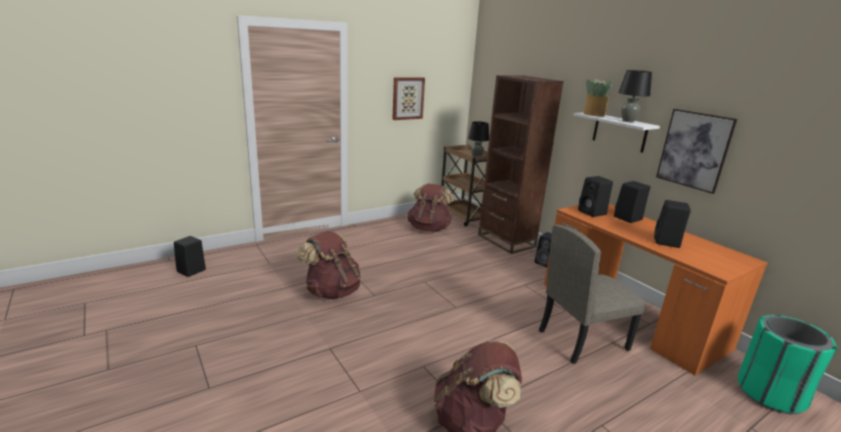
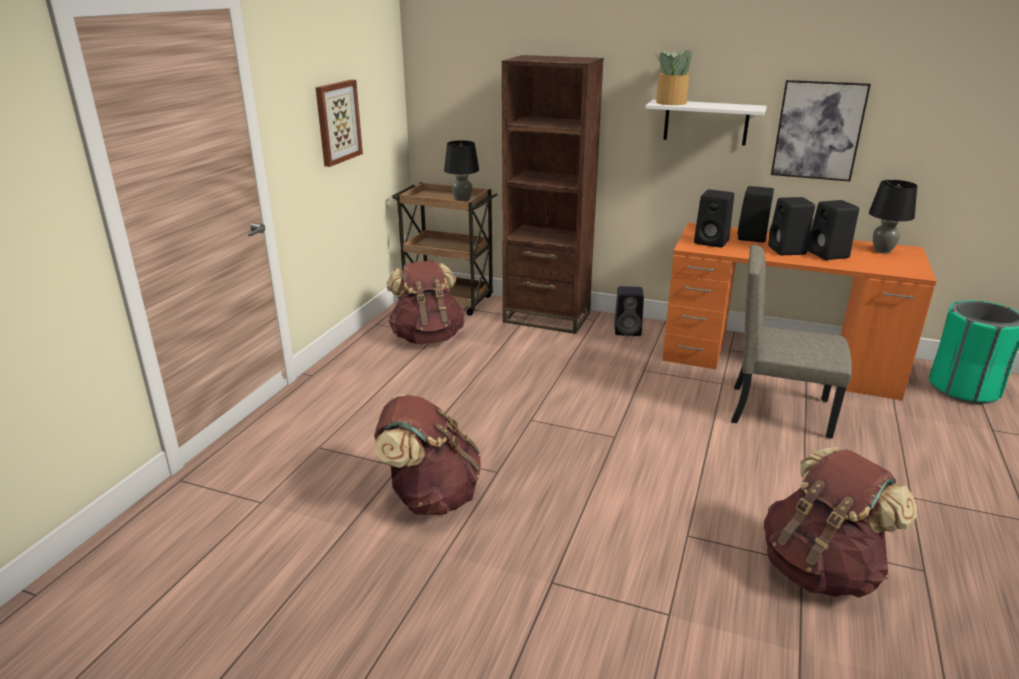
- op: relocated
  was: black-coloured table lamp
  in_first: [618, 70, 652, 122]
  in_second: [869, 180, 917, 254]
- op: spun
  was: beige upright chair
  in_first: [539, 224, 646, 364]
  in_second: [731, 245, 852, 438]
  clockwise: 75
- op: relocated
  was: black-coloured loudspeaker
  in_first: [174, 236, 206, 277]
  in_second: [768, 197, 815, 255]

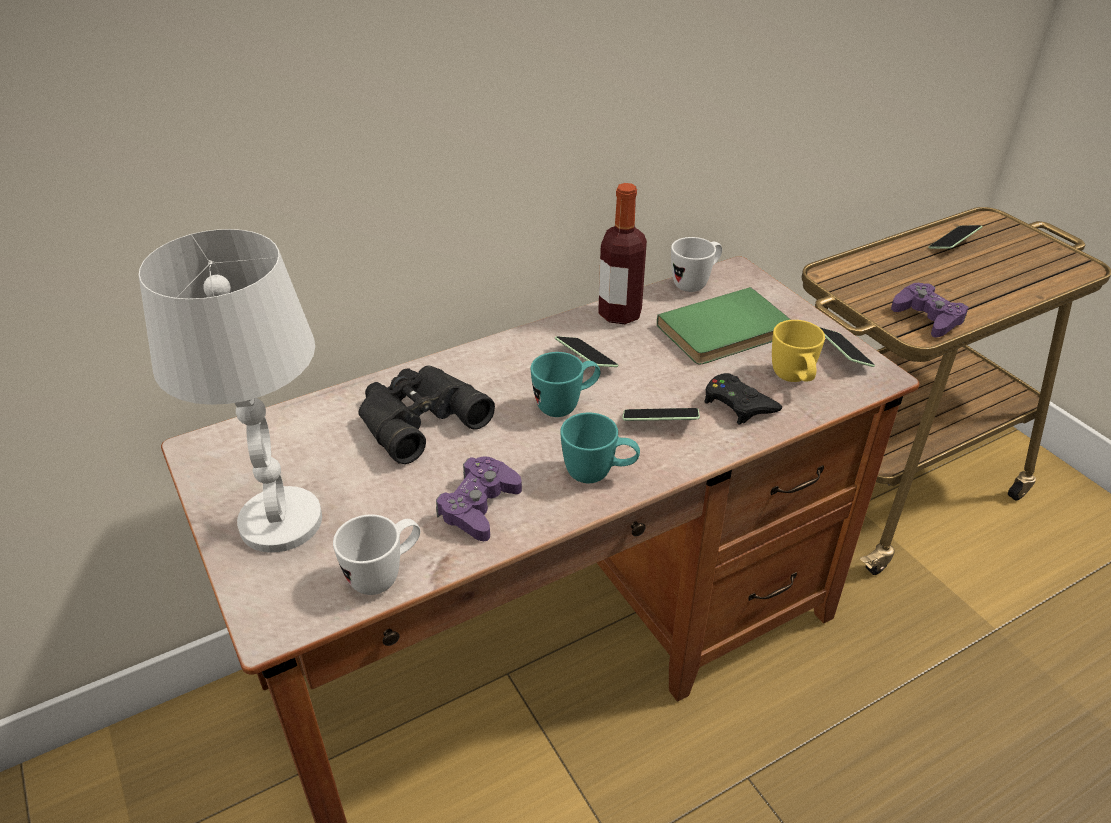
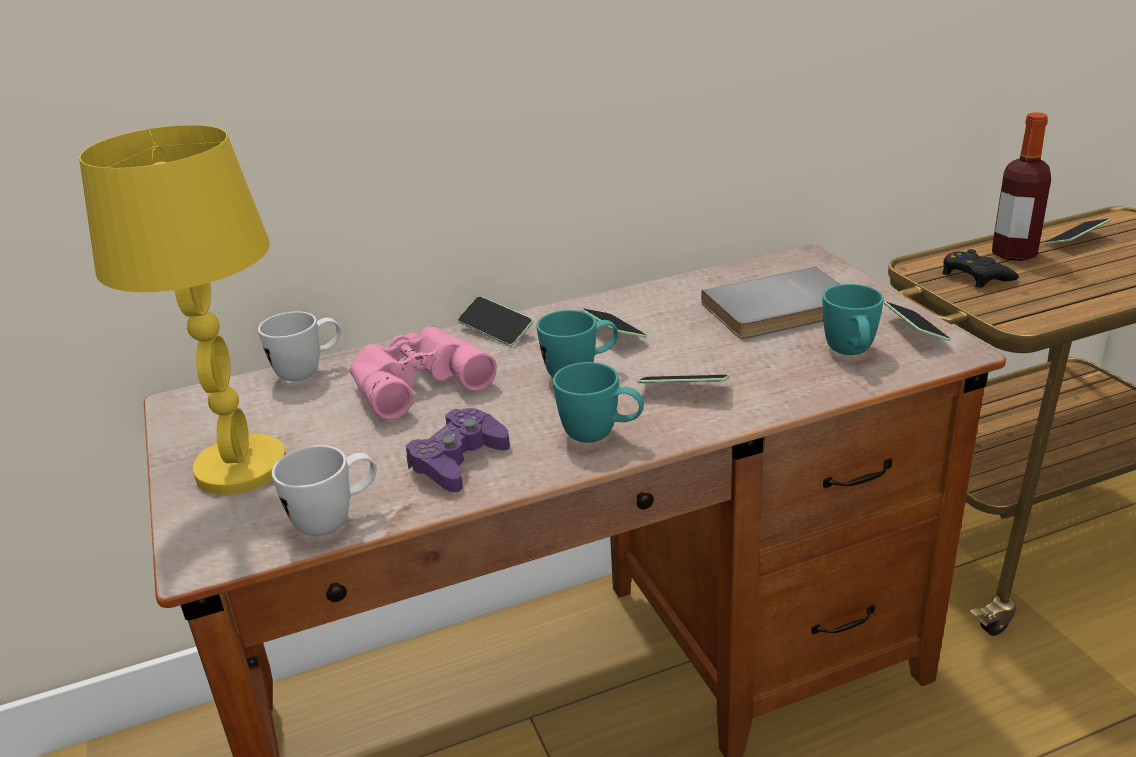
- op: relocated
  was: beverage bottle
  in_first: [598, 183, 647, 324]
  in_second: [992, 112, 1051, 261]
- op: colour
  was: white-coloured table lamp
  now: yellow-coloured table lamp
  in_first: [139, 229, 322, 553]
  in_second: [79, 125, 286, 495]
- op: relocated
  was: white-coloured tea mug
  in_first: [671, 237, 722, 292]
  in_second: [258, 311, 341, 381]
- op: missing
  was: purple-coloured game controller
  in_first: [891, 283, 969, 338]
- op: colour
  was: green-coloured bound book
  now: gray bound book
  in_first: [657, 287, 791, 364]
  in_second: [701, 267, 841, 338]
- op: colour
  was: yellow-coloured tea mug
  now: turquoise-coloured tea mug
  in_first: [772, 320, 825, 382]
  in_second: [823, 284, 884, 355]
- op: colour
  was: black-coloured binoculars
  now: pinkish binoculars
  in_first: [358, 365, 495, 464]
  in_second: [350, 326, 497, 420]
- op: relocated
  was: black-coloured game controller
  in_first: [704, 373, 782, 425]
  in_second: [942, 249, 1019, 288]
- op: appeared
  now: handset
  in_second: [458, 296, 533, 346]

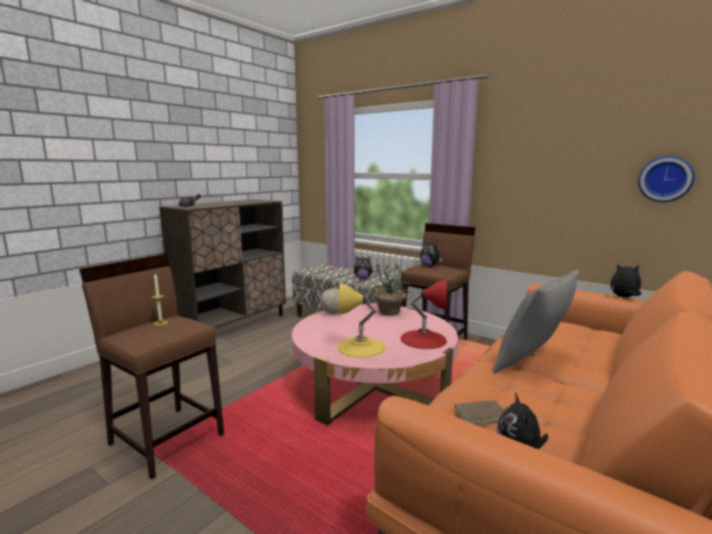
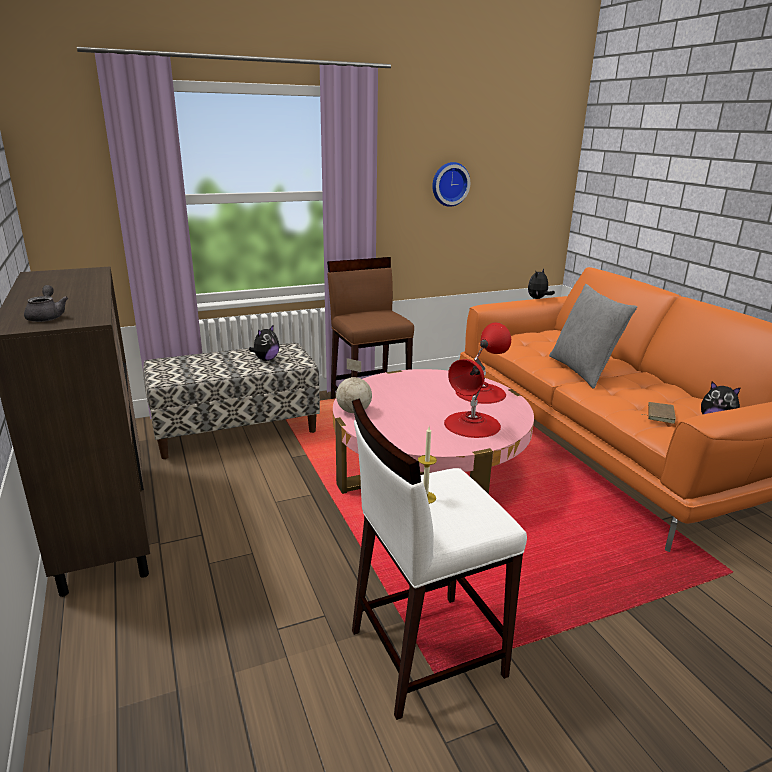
- op: relocated
  was: clock on the wall
  in_first: [638, 156, 695, 202]
  in_second: [432, 162, 470, 207]
- op: missing
  was: cuddly toy
  in_first: [420, 241, 443, 267]
- op: colour
  was: brown sitting stool
  now: white-coloured sitting stool
  in_first: [79, 254, 224, 479]
  in_second: [352, 398, 527, 720]
- op: missing
  was: houseplant
  in_first: [369, 263, 413, 316]
- op: colour
  was: yellow-coloured table lamp
  now: red table lamp
  in_first: [337, 283, 385, 358]
  in_second: [444, 359, 501, 438]

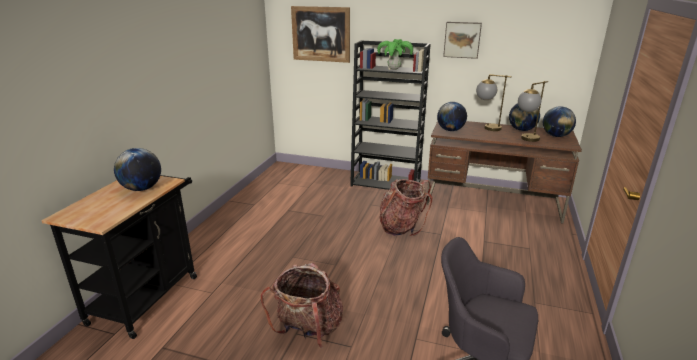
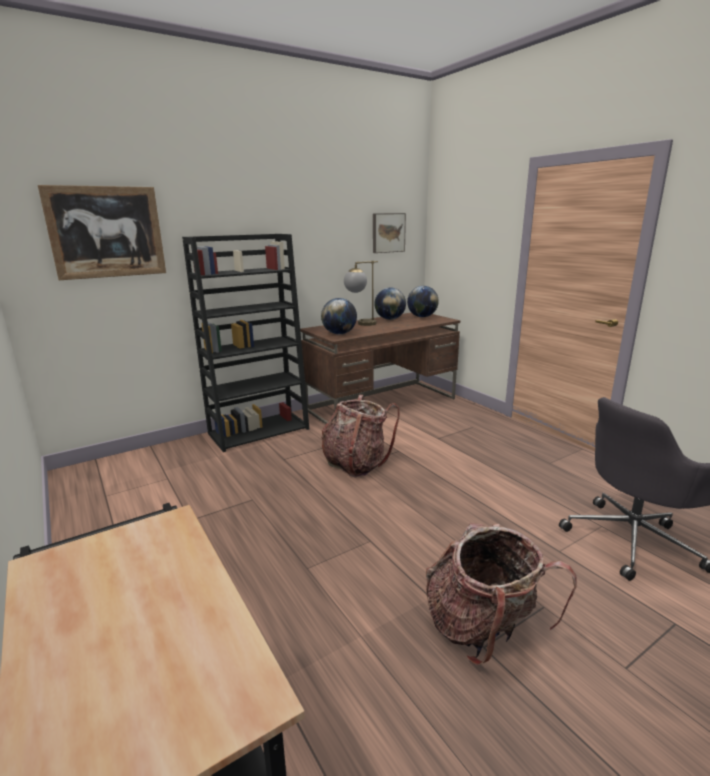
- op: relocated
  was: wall picture
  in_first: [443, 22, 482, 59]
  in_second: [373, 213, 406, 253]
- op: missing
  was: houseplant
  in_first: [377, 39, 413, 70]
- op: missing
  was: table lamp
  in_first: [518, 81, 548, 142]
- op: missing
  was: world globe
  in_first: [114, 148, 161, 191]

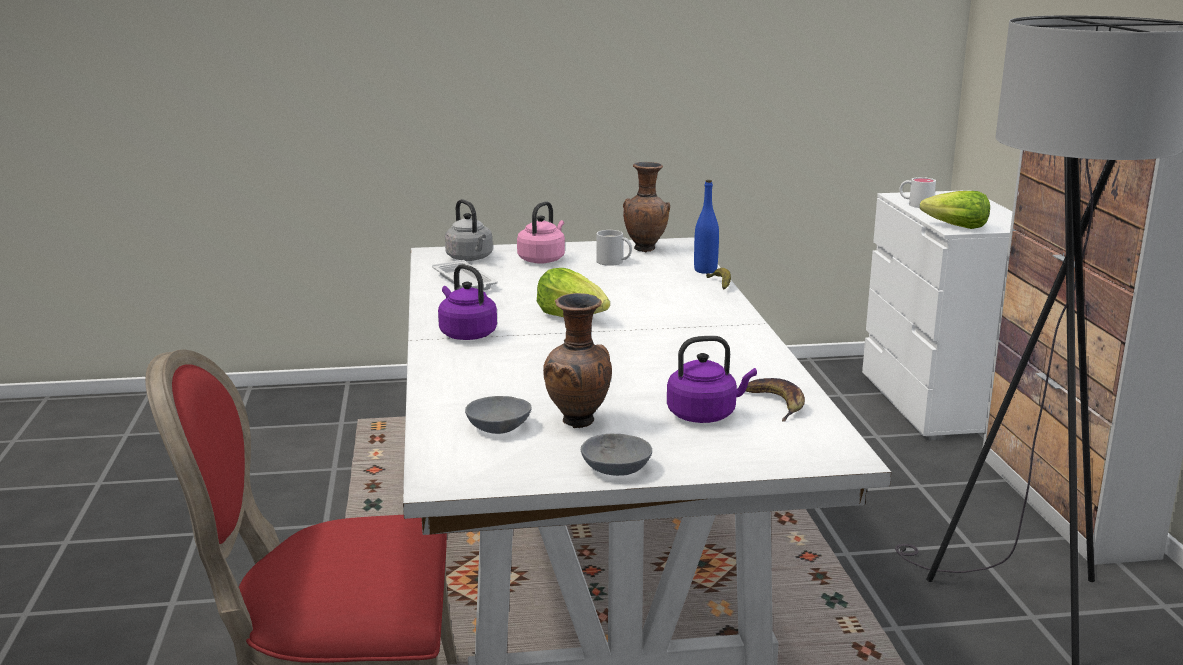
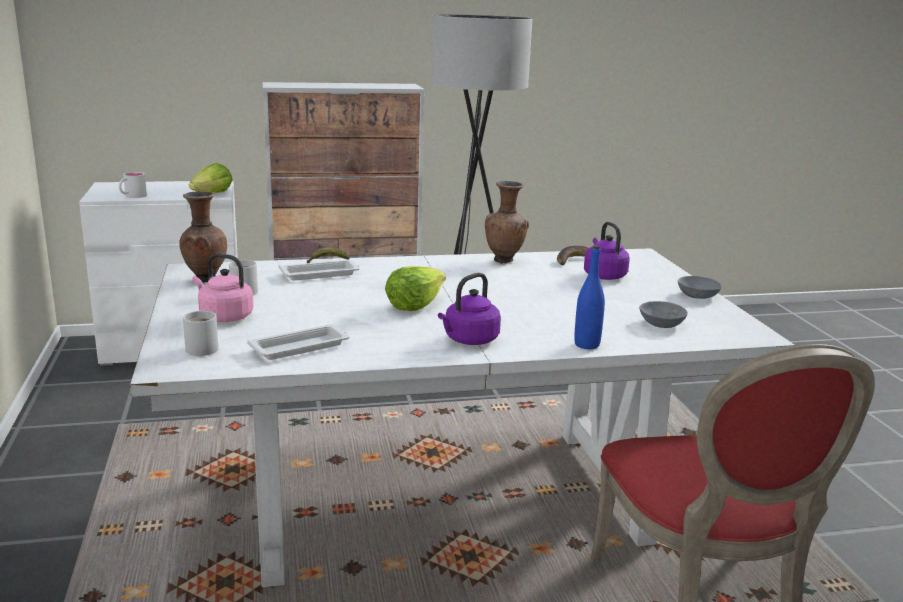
- op: relocated
  was: blue beverage bottle
  in_first: [694, 180, 719, 274]
  in_second: [574, 245, 605, 349]
- op: exchanged
  was: gray tea kettle
  now: white-coloured tea mug
  in_first: [445, 199, 493, 261]
  in_second: [183, 311, 219, 356]
- op: relocated
  was: brown vase
  in_first: [543, 293, 612, 428]
  in_second: [485, 181, 529, 264]
- op: appeared
  now: white-coloured serving tray
  in_second: [279, 260, 360, 281]

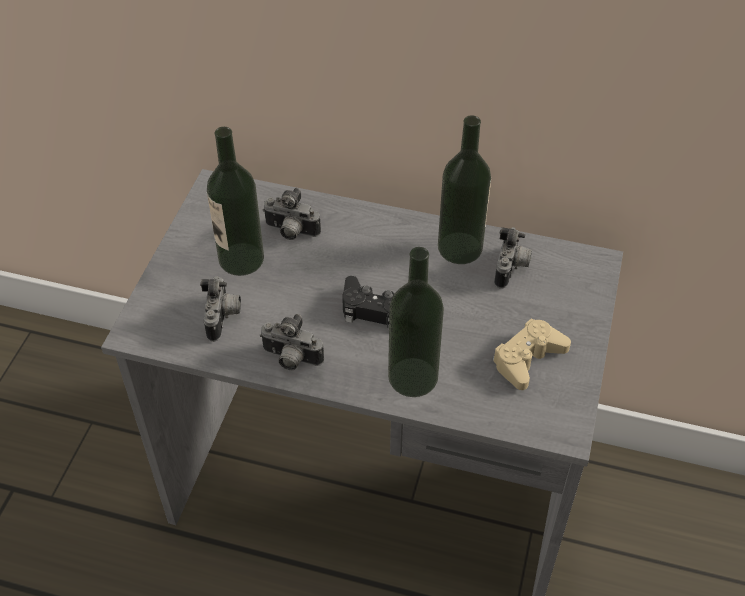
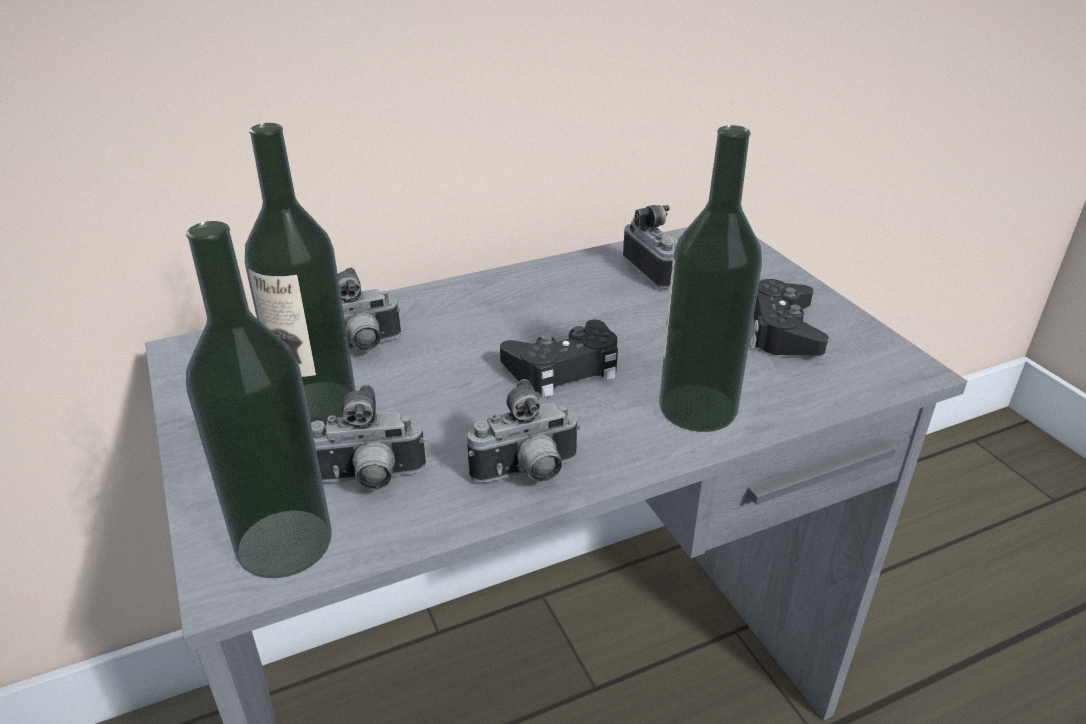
- op: relocated
  was: beverage bottle
  in_first: [438, 115, 491, 264]
  in_second: [186, 221, 332, 578]
- op: spun
  was: still camera
  in_first: [200, 276, 241, 342]
  in_second: [311, 385, 426, 490]
  clockwise: 120
- op: colour
  was: beige game controller
  now: black-coloured game controller
  in_first: [493, 318, 571, 390]
  in_second: [750, 279, 829, 356]

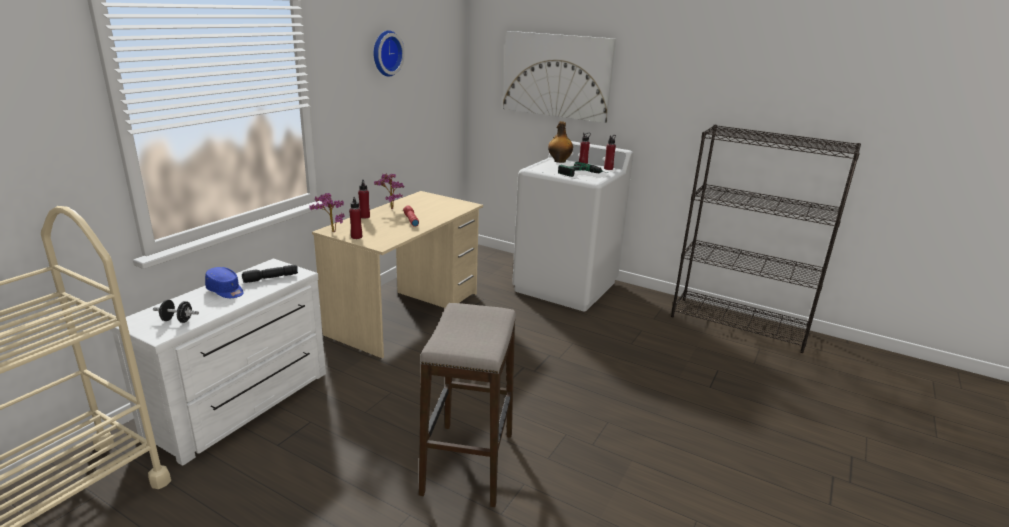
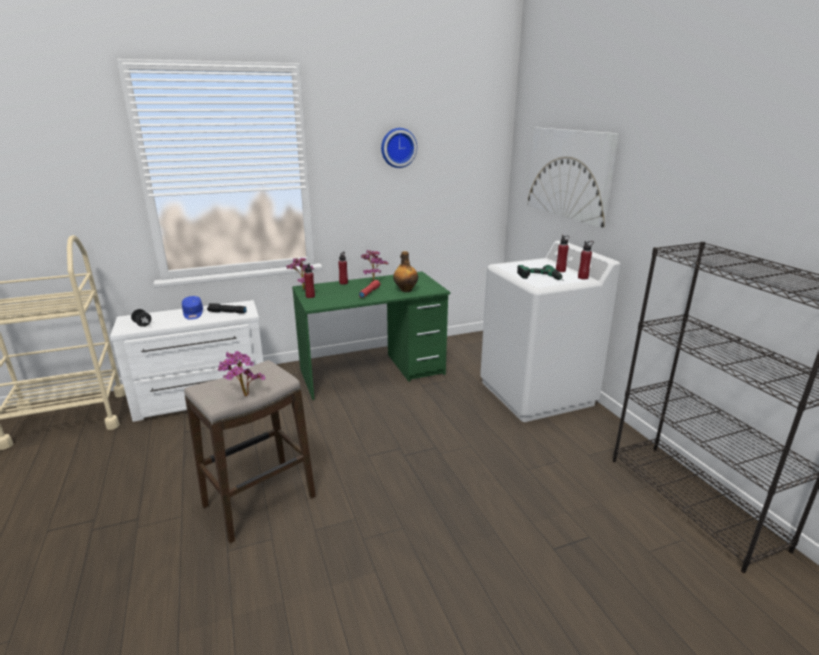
- op: relocated
  was: beverage bottle
  in_first: [548, 121, 573, 163]
  in_second: [393, 251, 418, 292]
- op: colour
  was: beige desk table
  now: green-coloured desk table
  in_first: [312, 191, 483, 359]
  in_second: [292, 272, 450, 400]
- op: appeared
  now: houseplant
  in_second: [218, 351, 266, 396]

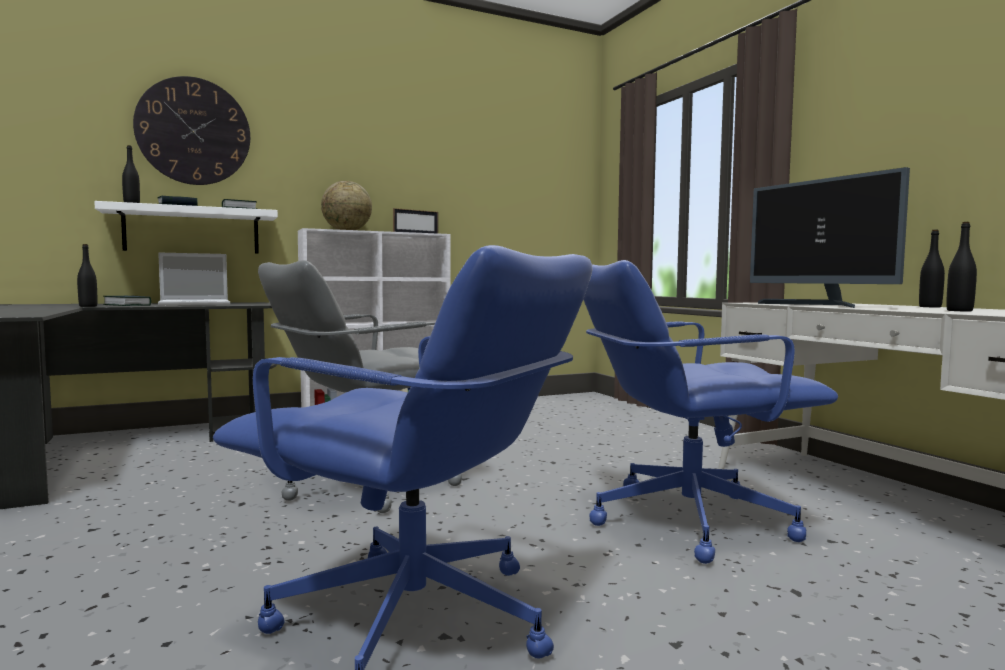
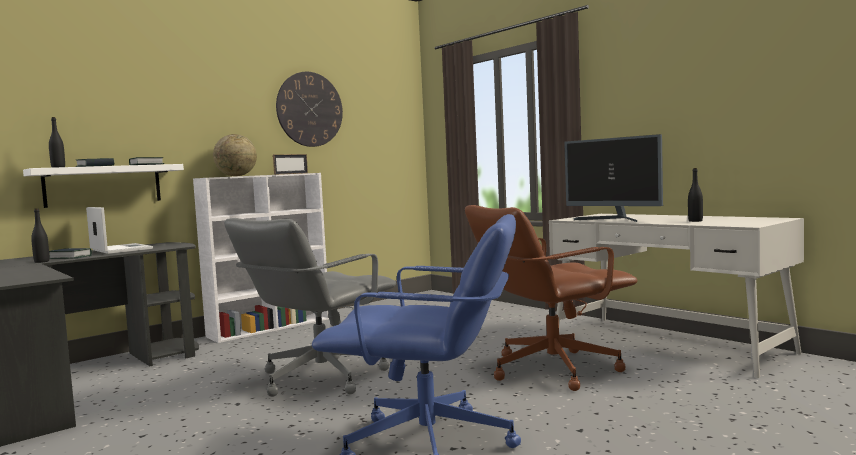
- op: relocated
  was: clock on the wall
  in_first: [133, 76, 250, 185]
  in_second: [276, 72, 343, 147]
- op: missing
  was: black-coloured beverage bottle
  in_first: [919, 230, 945, 307]
- op: spun
  was: portable computer
  in_first: [158, 253, 230, 305]
  in_second: [86, 207, 153, 254]
  clockwise: -90
- op: colour
  was: blue desk chair
  now: brown desk chair
  in_first: [583, 260, 838, 564]
  in_second: [465, 205, 637, 391]

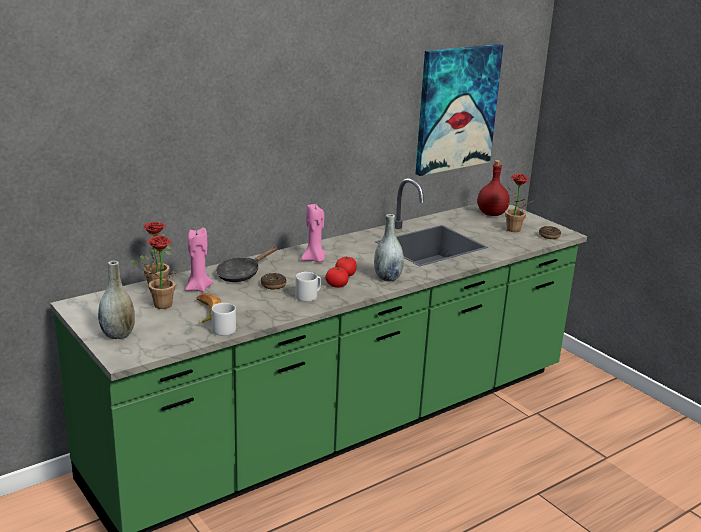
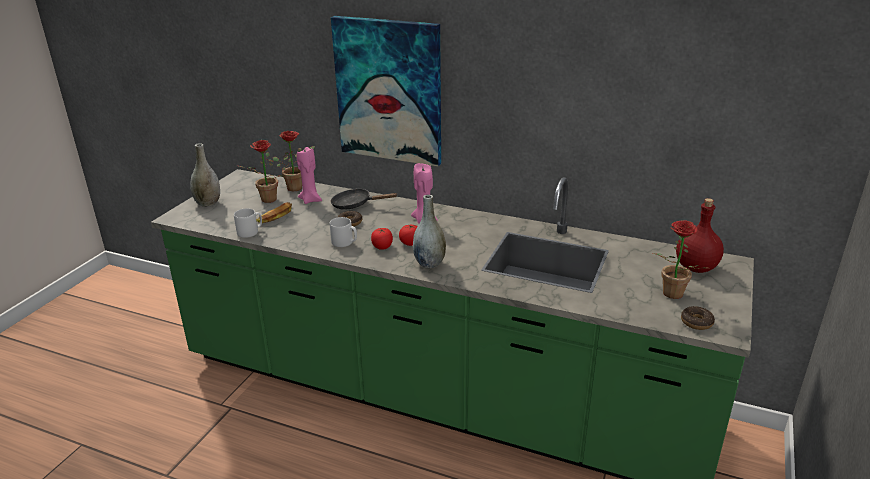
- op: relocated
  was: wall picture
  in_first: [416, 44, 503, 176]
  in_second: [331, 16, 441, 166]

